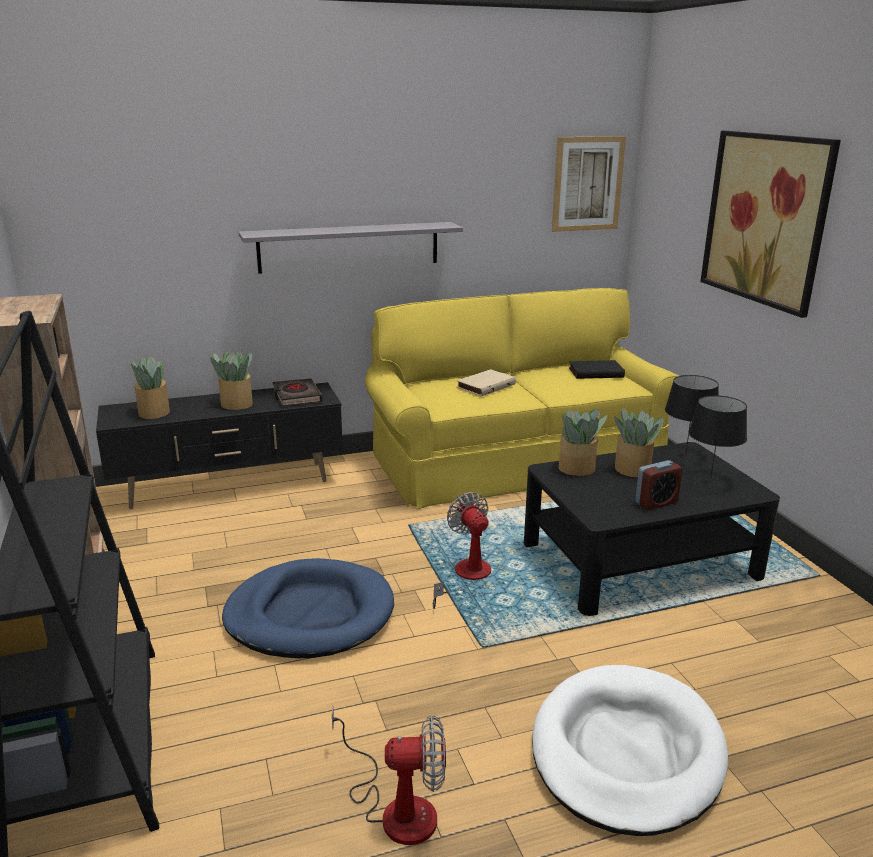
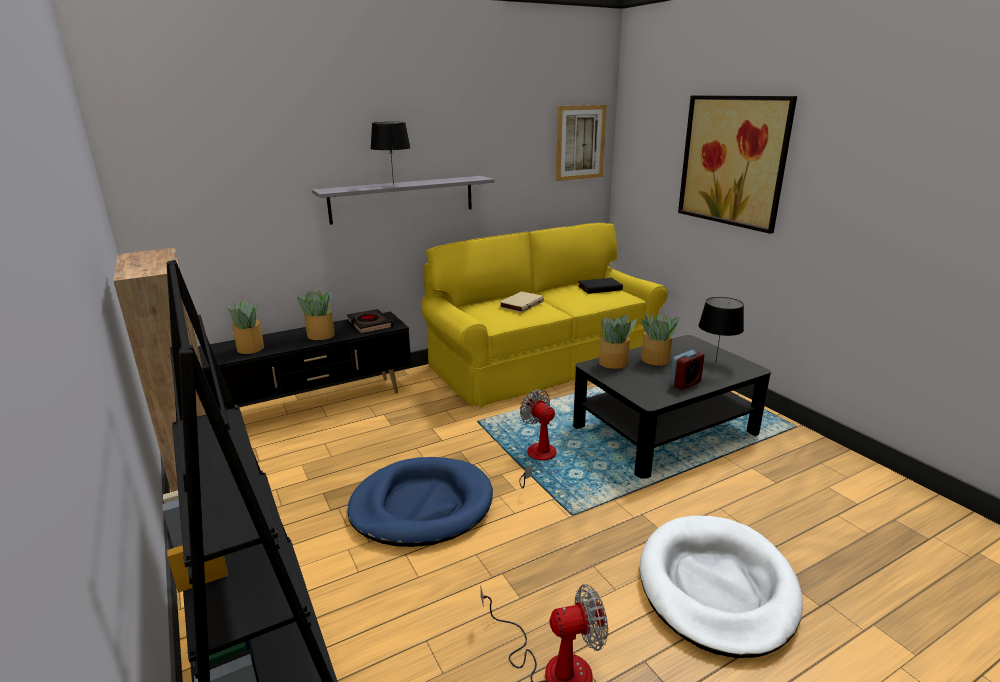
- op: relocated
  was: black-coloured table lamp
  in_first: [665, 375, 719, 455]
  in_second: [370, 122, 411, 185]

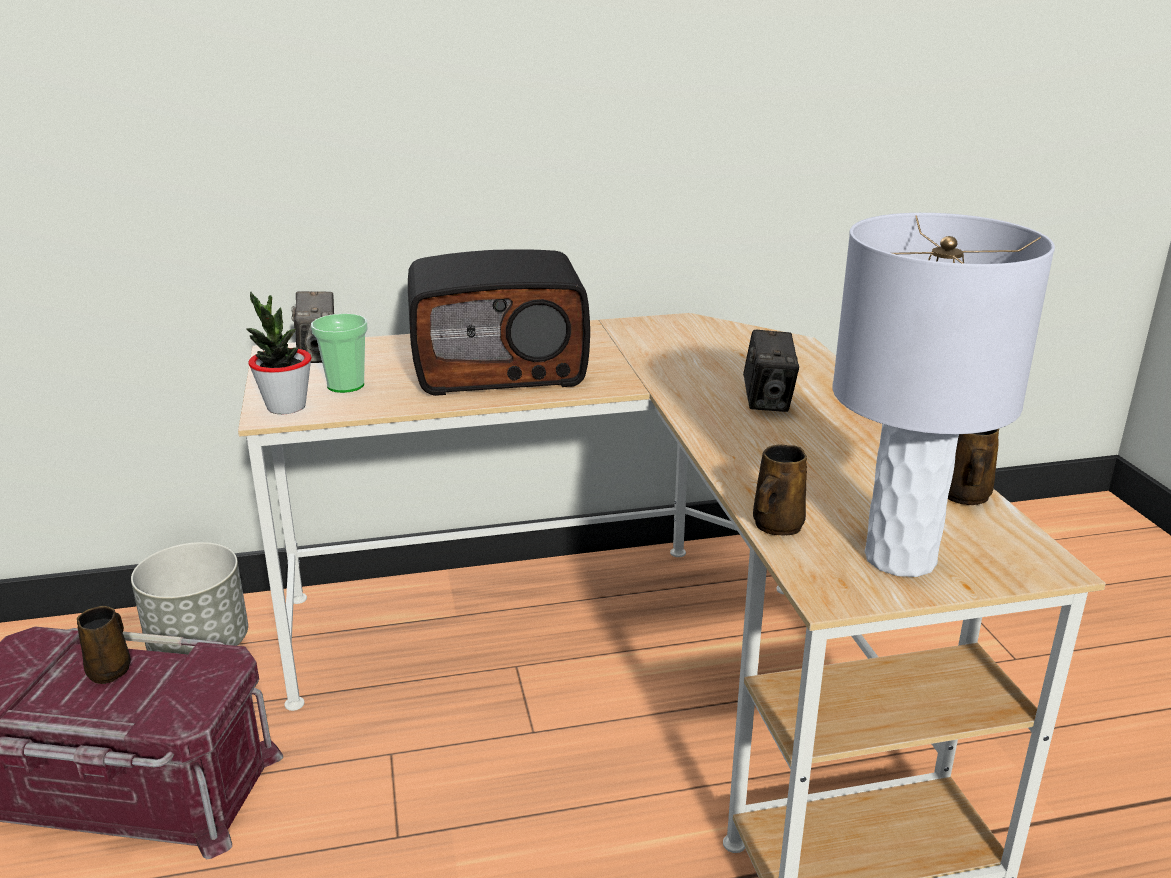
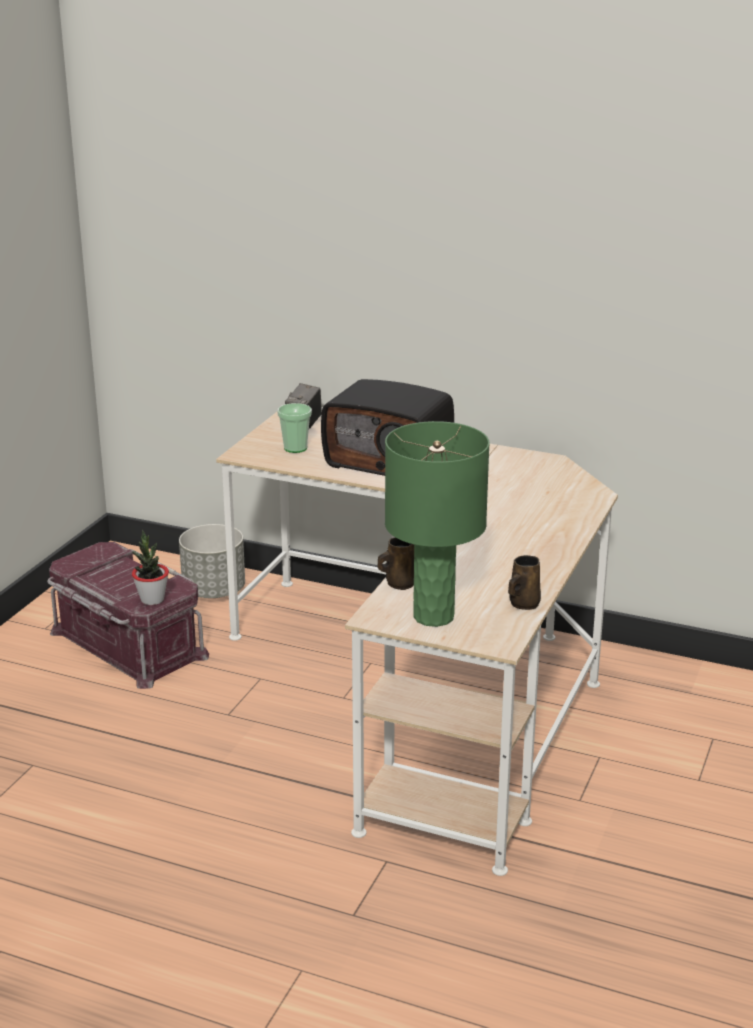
- op: colour
  was: gray table lamp
  now: green-coloured table lamp
  in_first: [833, 213, 1055, 577]
  in_second: [385, 421, 490, 627]
- op: relocated
  was: houseplant
  in_first: [246, 291, 311, 414]
  in_second: [132, 530, 169, 605]
- op: missing
  was: still camera
  in_first: [743, 329, 799, 412]
- op: missing
  was: brown tea mug
  in_first: [77, 606, 131, 684]

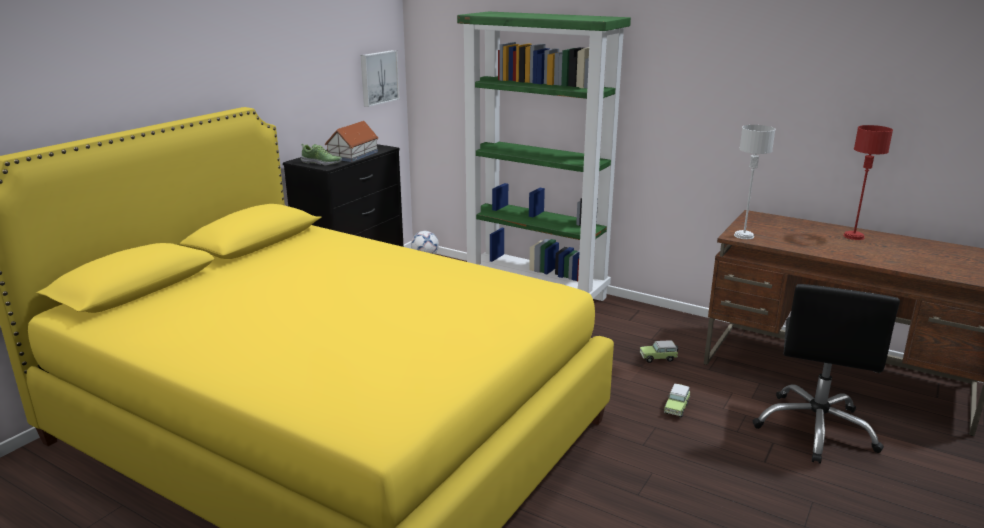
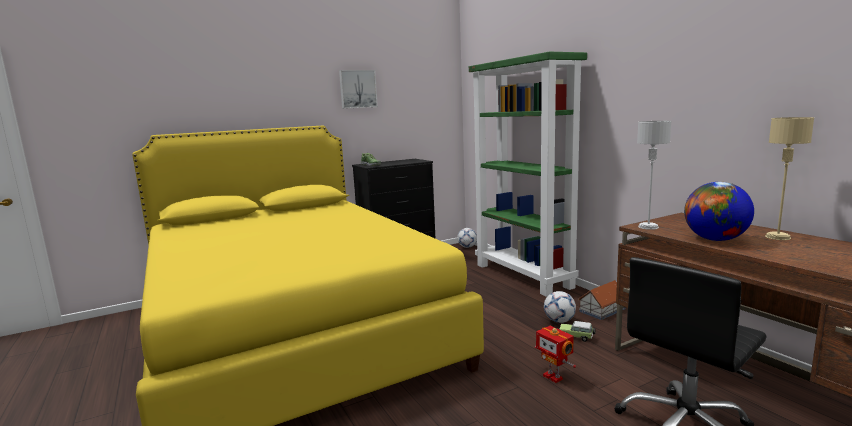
- op: relocated
  was: wall picture
  in_first: [361, 50, 399, 107]
  in_second: [339, 70, 378, 109]
- op: relocated
  was: model house
  in_first: [325, 121, 379, 162]
  in_second: [578, 280, 626, 320]
- op: colour
  was: red table lamp
  now: beige table lamp
  in_first: [843, 125, 893, 240]
  in_second: [765, 117, 814, 240]
- op: exchanged
  was: miniature car
  now: toy robot
  in_first: [664, 384, 690, 418]
  in_second: [535, 326, 576, 383]
- op: appeared
  now: world globe
  in_second: [684, 182, 754, 241]
- op: appeared
  now: football
  in_second: [544, 291, 576, 323]

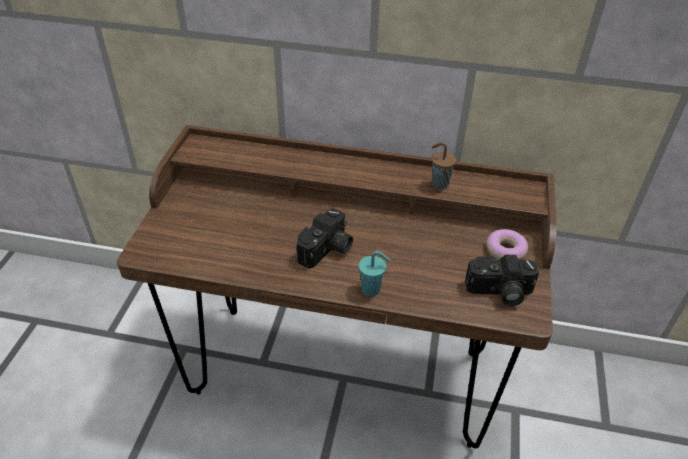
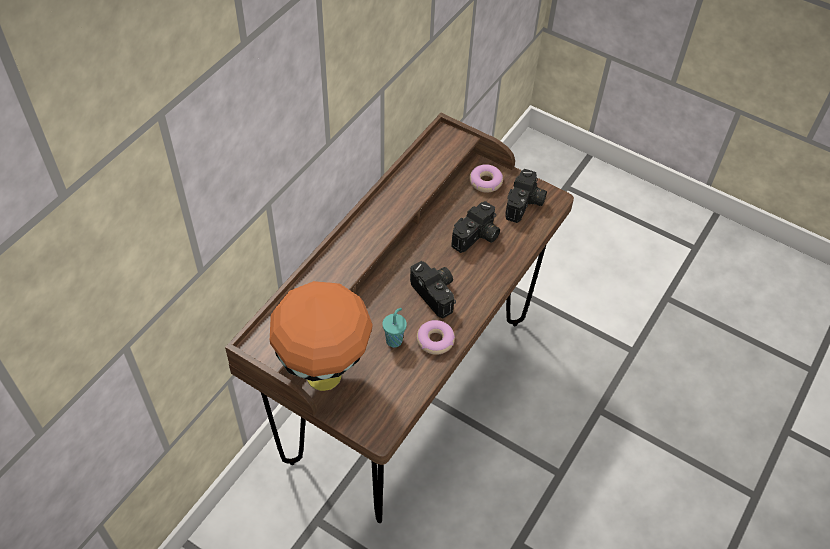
- op: missing
  was: brown drinking cup
  in_first: [431, 142, 456, 189]
- op: relocated
  was: turquoise-coloured drinking cup
  in_first: [359, 251, 390, 297]
  in_second: [383, 308, 407, 347]
- op: appeared
  now: still camera
  in_second: [451, 201, 500, 253]
- op: appeared
  now: orangey table lamp
  in_second: [270, 281, 373, 391]
- op: appeared
  now: donut
  in_second: [417, 320, 455, 355]

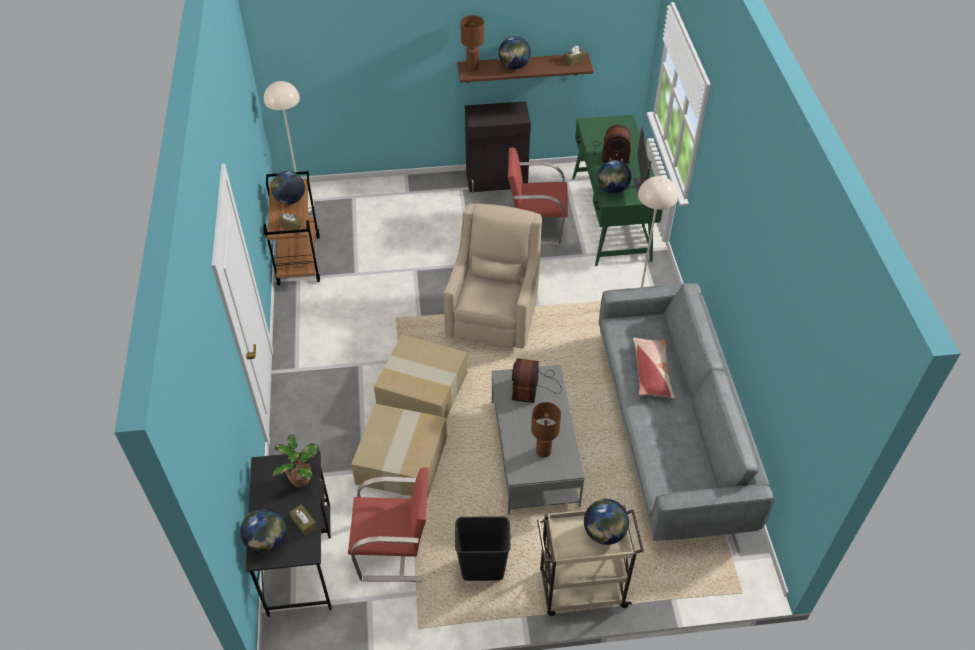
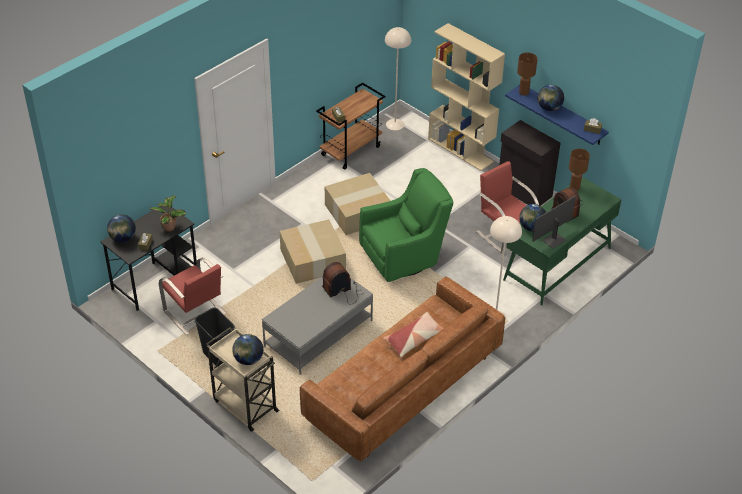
- op: colour
  was: brown wall shelf
  now: blue wall shelf
  in_first: [457, 53, 594, 83]
  in_second: [505, 85, 609, 145]
- op: missing
  was: world globe
  in_first: [271, 171, 305, 204]
- op: colour
  was: beige lounge chair
  now: green-coloured lounge chair
  in_first: [443, 204, 542, 349]
  in_second: [359, 168, 453, 282]
- op: colour
  was: gray settee
  now: brown settee
  in_first: [599, 283, 775, 541]
  in_second: [300, 276, 505, 462]
- op: relocated
  was: brown table lamp
  in_first: [531, 402, 561, 457]
  in_second: [569, 149, 590, 191]
- op: relocated
  was: cardboard box
  in_first: [351, 404, 447, 499]
  in_second: [325, 173, 390, 235]
- op: appeared
  now: beige bookcase
  in_second: [428, 23, 505, 171]

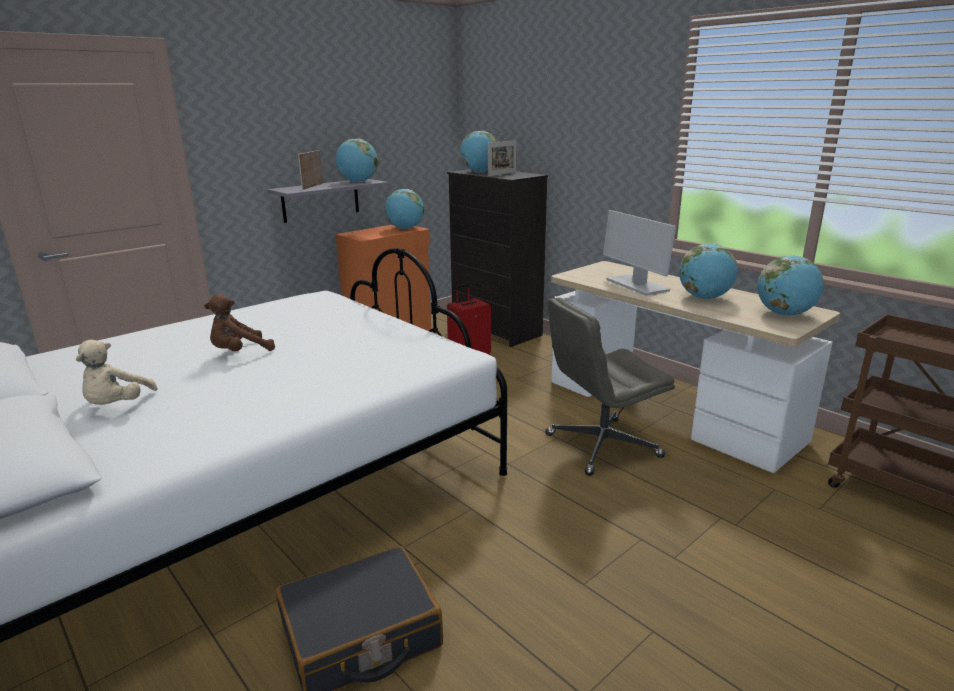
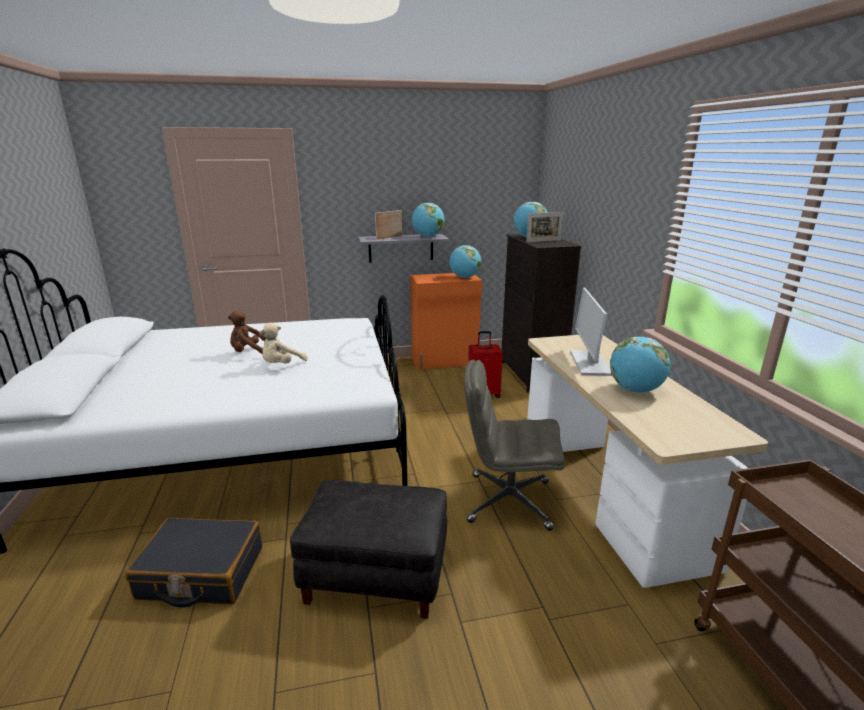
- op: missing
  was: world globe
  in_first: [757, 255, 824, 316]
- op: relocated
  was: beige cuddly toy
  in_first: [76, 340, 158, 405]
  in_second: [260, 323, 308, 364]
- op: appeared
  now: black-coloured ottoman
  in_second: [290, 480, 447, 619]

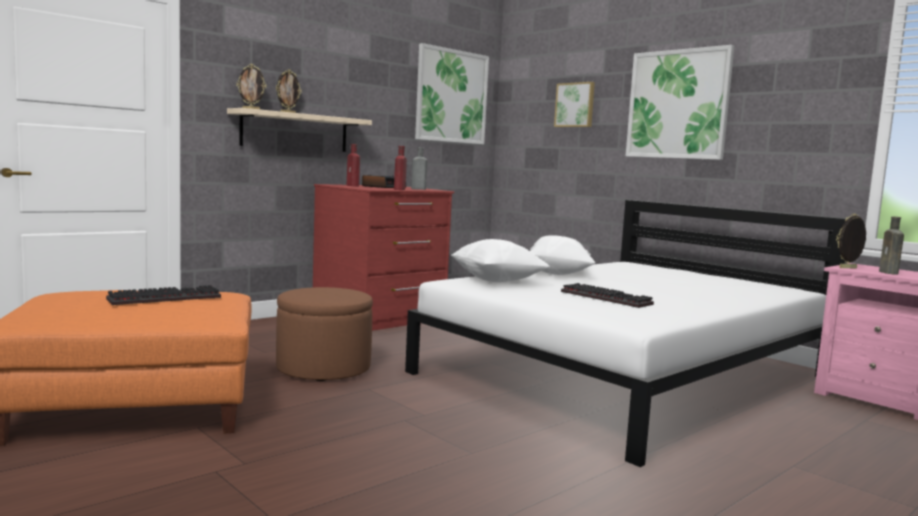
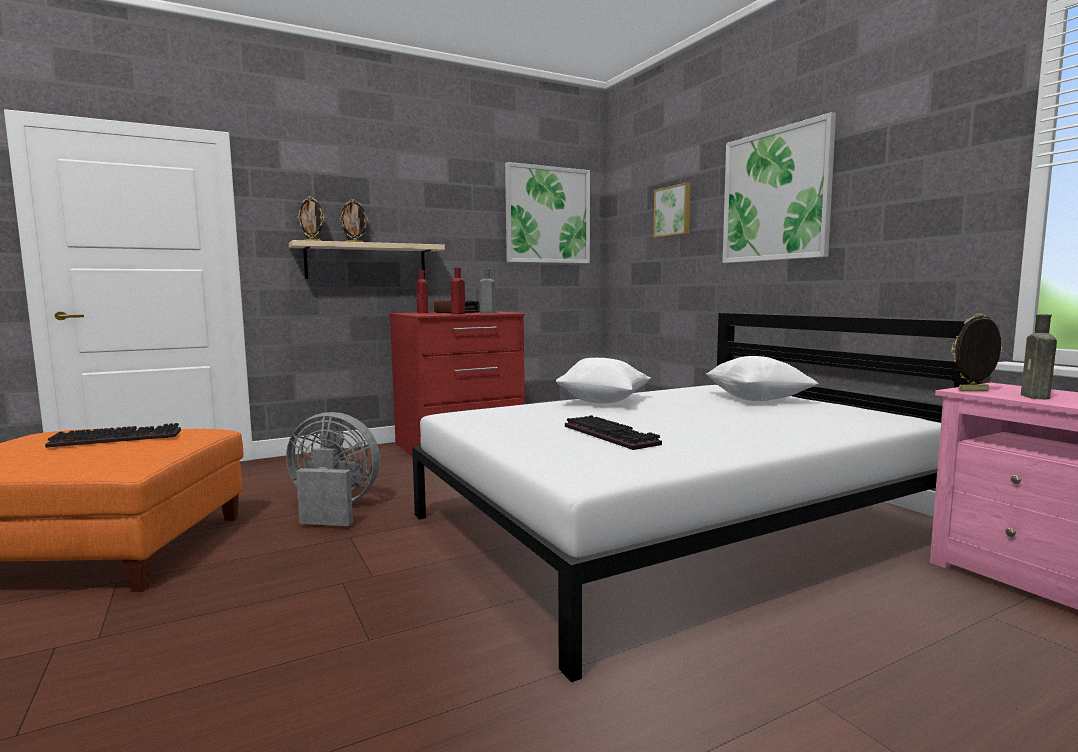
- op: relocated
  was: white-coloured pillow
  in_first: [451, 239, 550, 282]
  in_second: [706, 356, 818, 401]
- op: exchanged
  was: brown ottoman
  now: gray electric fan
  in_first: [276, 287, 373, 381]
  in_second: [286, 412, 380, 526]

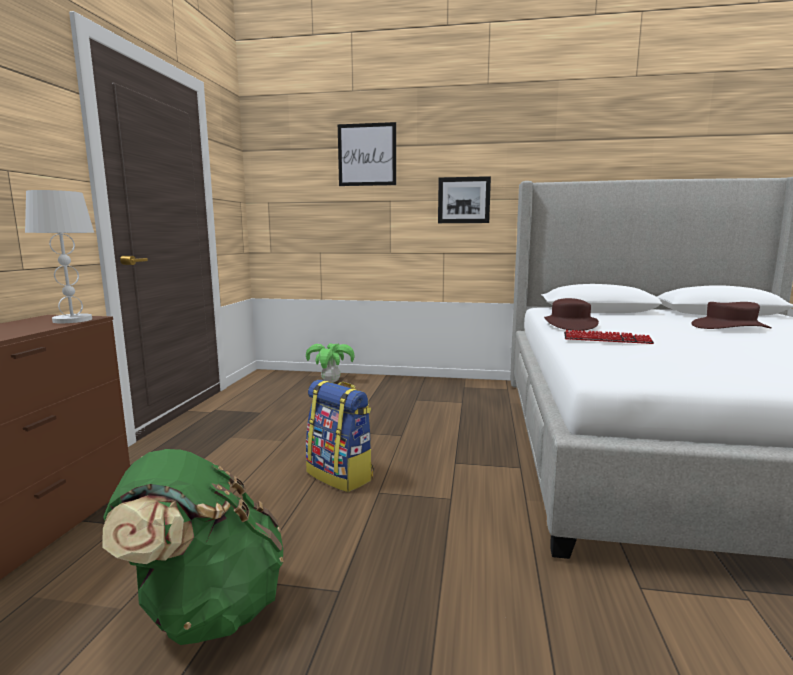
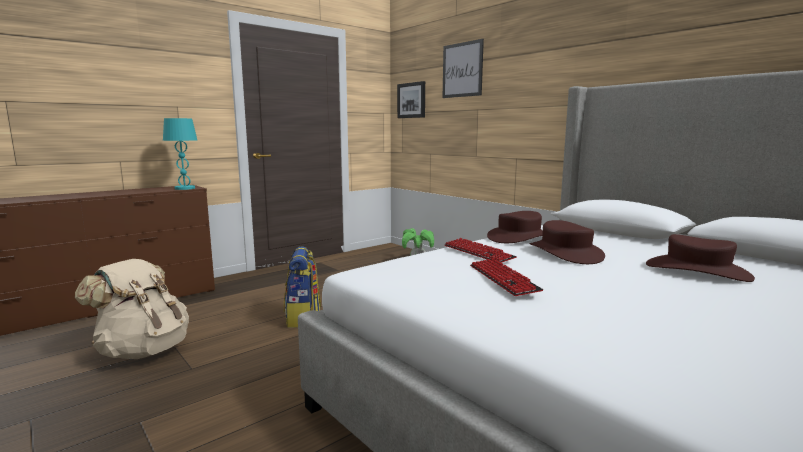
- op: relocated
  was: wall picture
  in_first: [438, 176, 491, 223]
  in_second: [397, 81, 425, 118]
- op: colour
  was: white-coloured table lamp
  now: turquoise-coloured table lamp
  in_first: [25, 190, 94, 323]
  in_second: [163, 118, 197, 190]
- op: colour
  was: green-coloured rucksack
  now: beige rucksack
  in_first: [102, 449, 284, 645]
  in_second: [75, 259, 189, 359]
- op: appeared
  now: brown wearable hat
  in_second: [530, 220, 605, 264]
- op: appeared
  now: PC keyboard
  in_second: [470, 258, 543, 296]

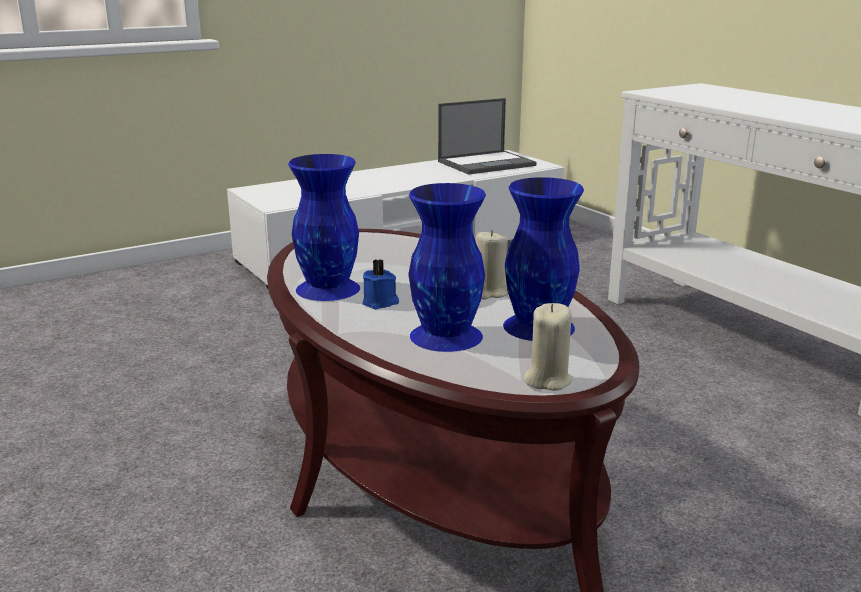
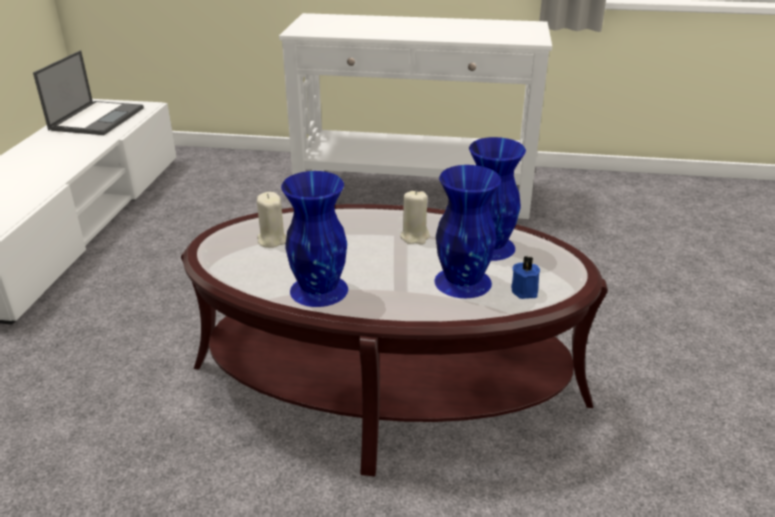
- op: relocated
  was: blue wax candle
  in_first: [362, 259, 399, 309]
  in_second: [511, 256, 540, 299]
- op: relocated
  was: beige wax candle
  in_first: [524, 303, 572, 391]
  in_second: [257, 192, 287, 248]

